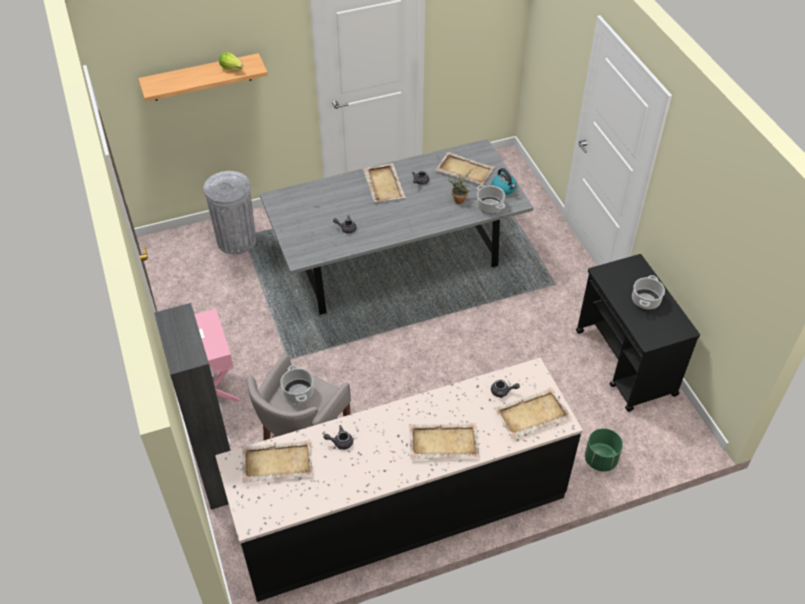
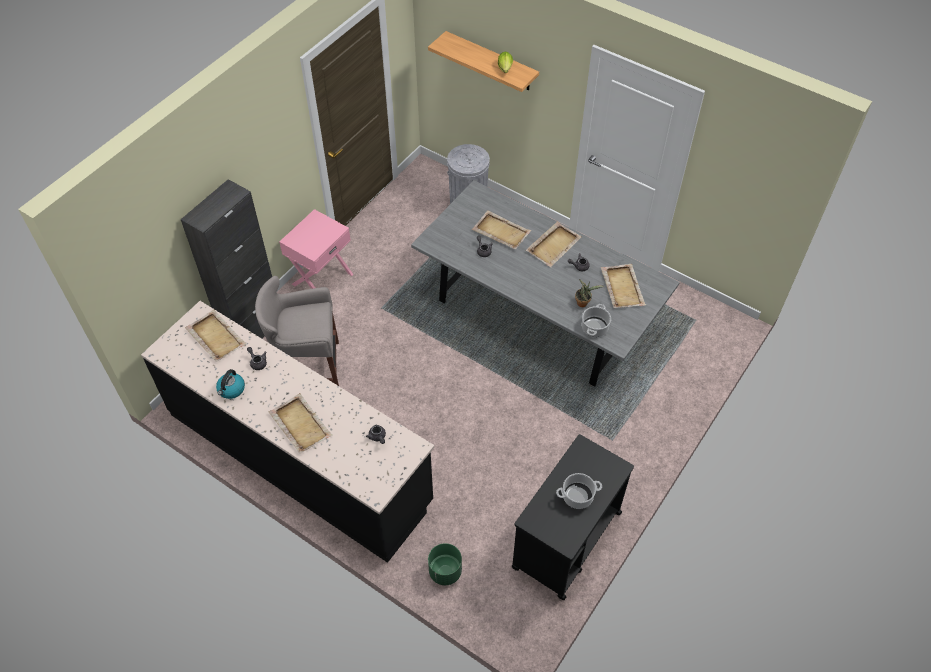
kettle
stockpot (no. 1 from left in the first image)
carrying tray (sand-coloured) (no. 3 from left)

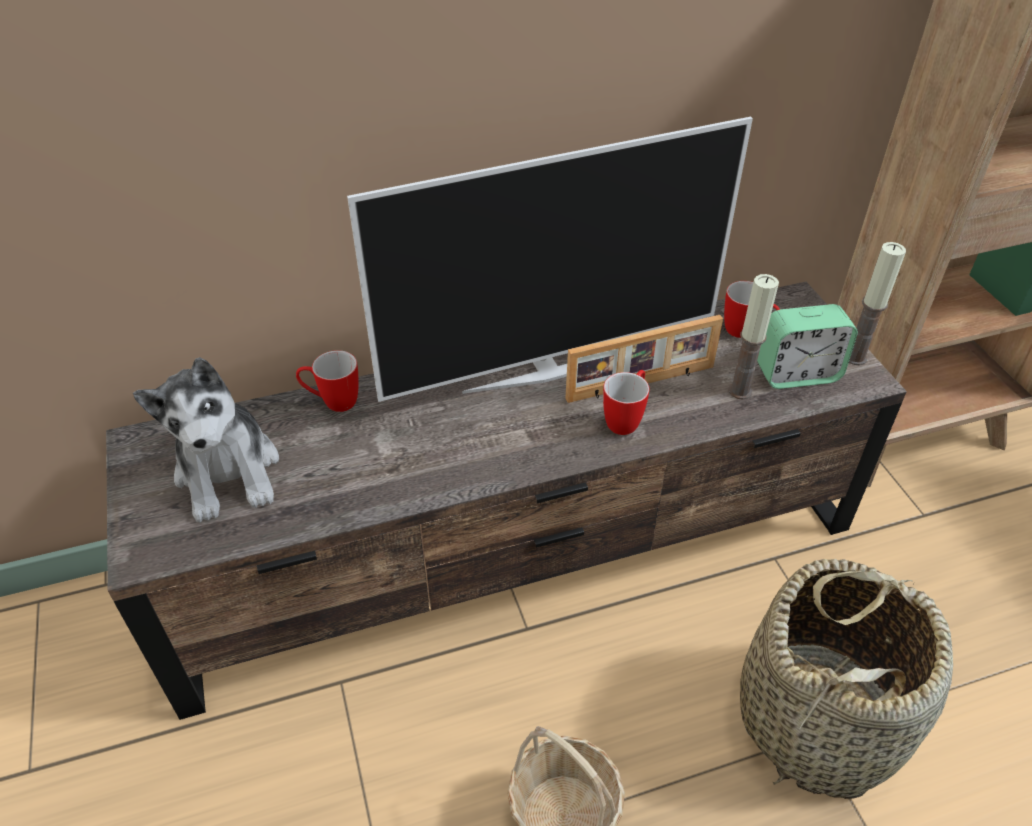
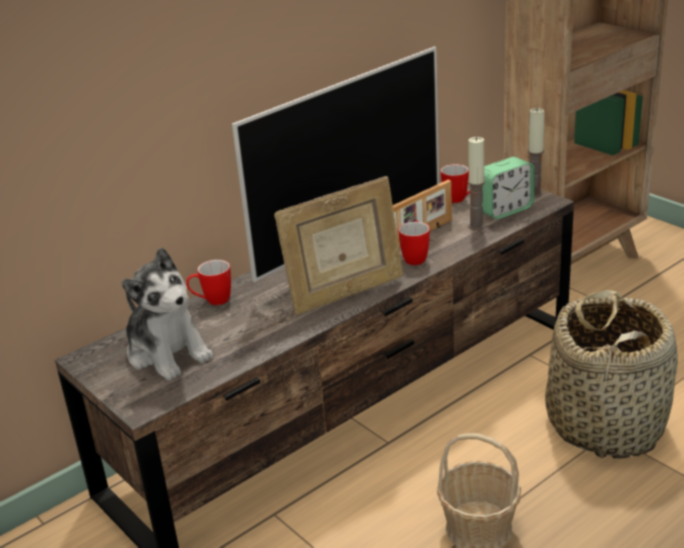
picture frame (no. 1 from left)

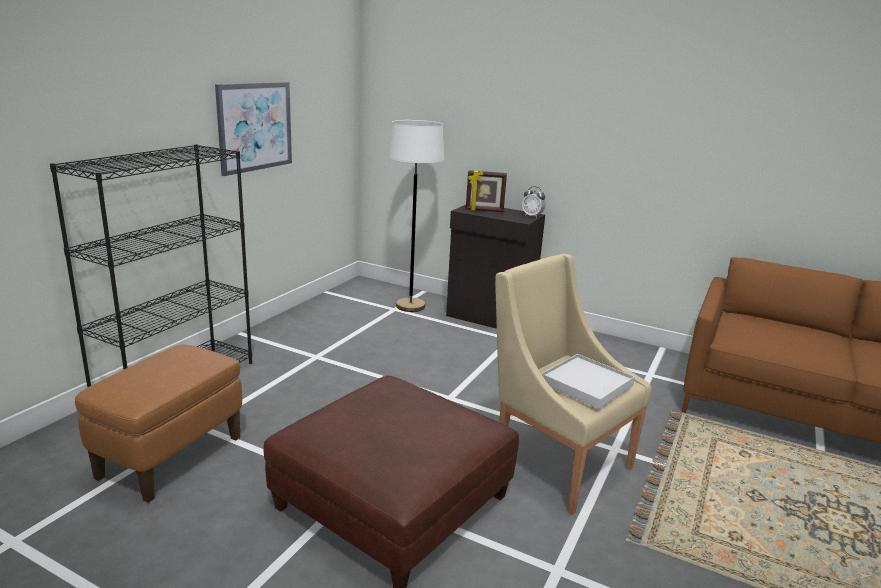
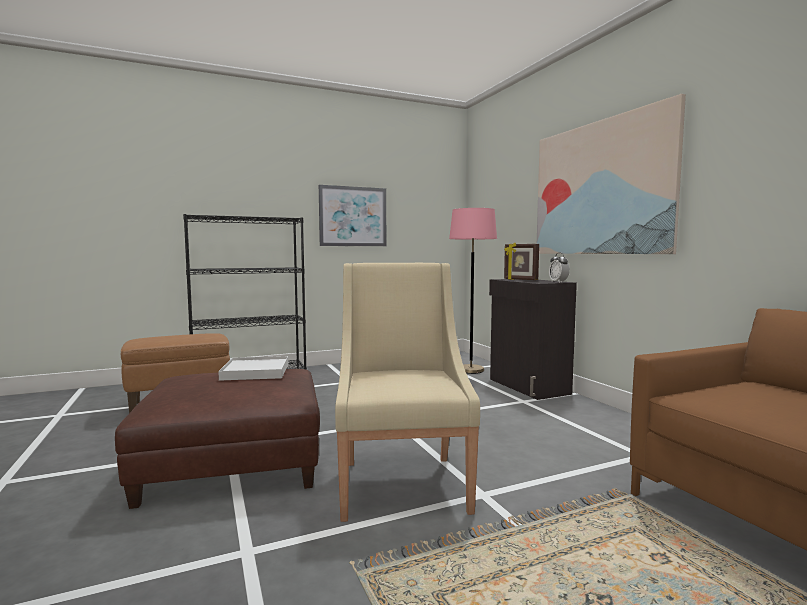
floor lamp (pinkish)
carrying tray (whitish)
picture (no. 2 from left)

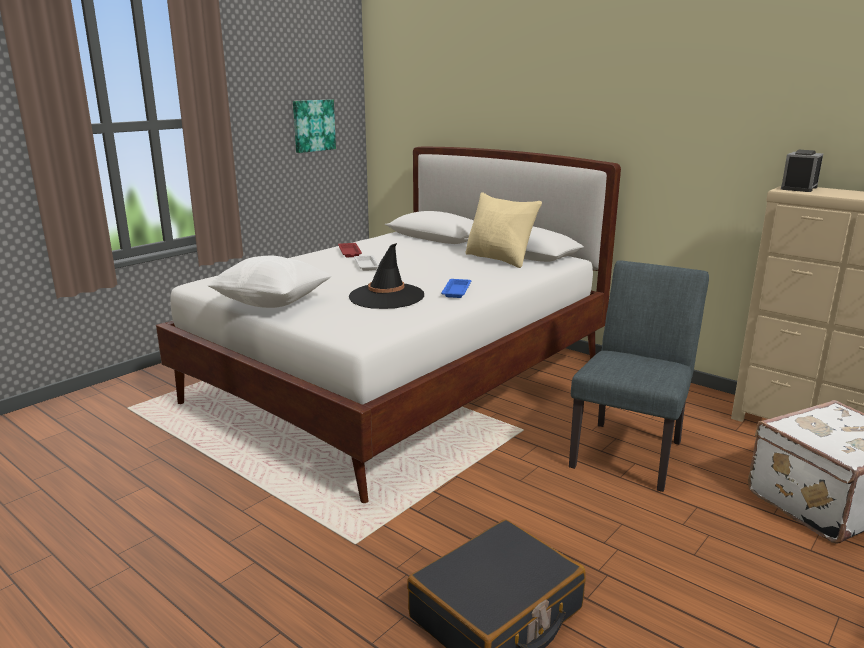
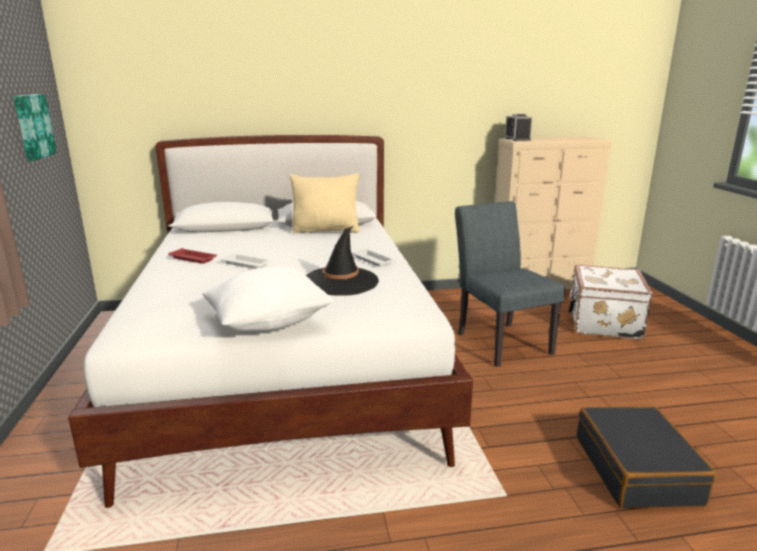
carrying tray (whitish) (no. 2 from left)

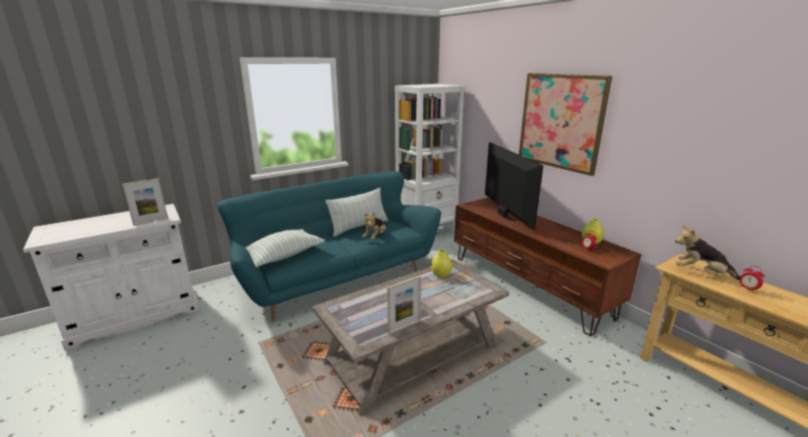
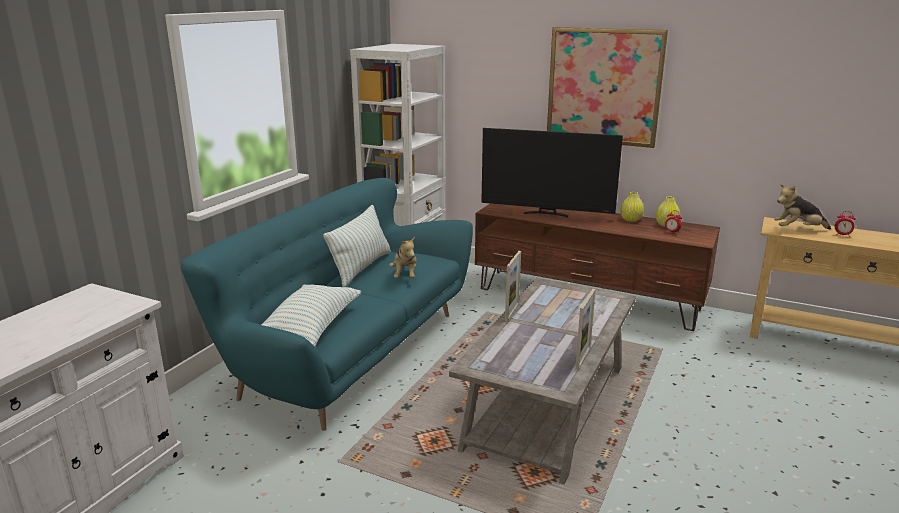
TV set
picture frame (no. 1 from left)
decorative vase (yellow) (no. 1 from left)

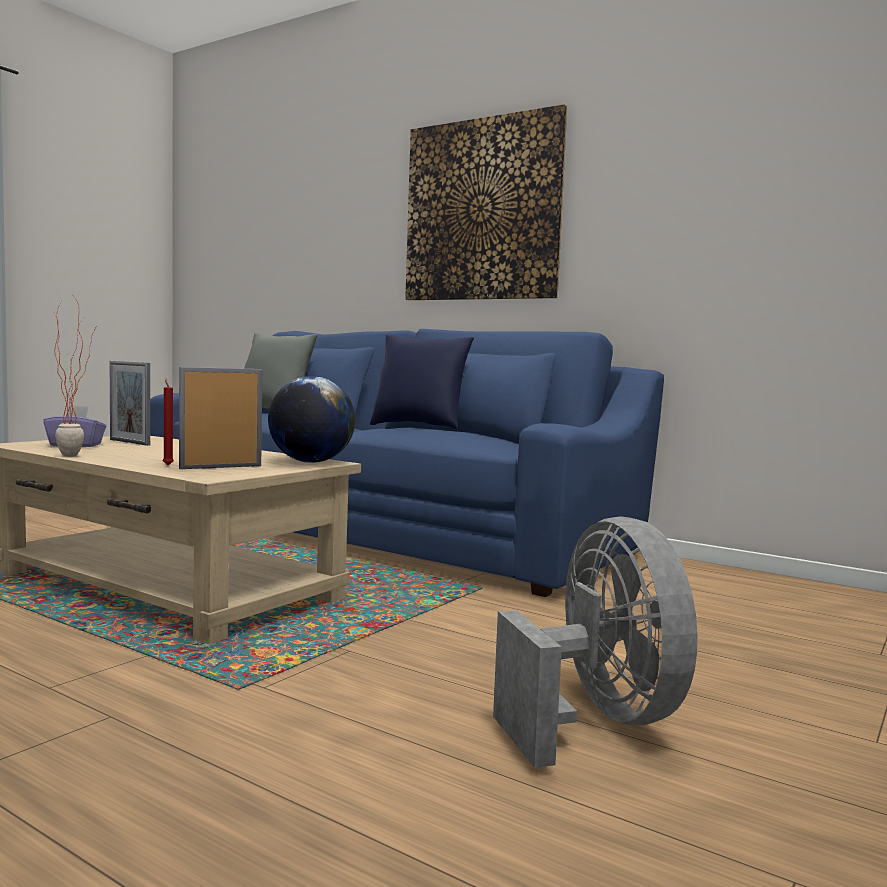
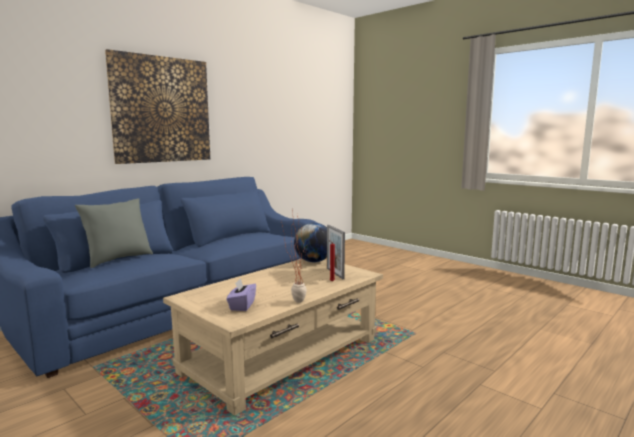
throw pillow (blue-coloured)
picture frame (no. 1 from left in the first image)
fan (gray)

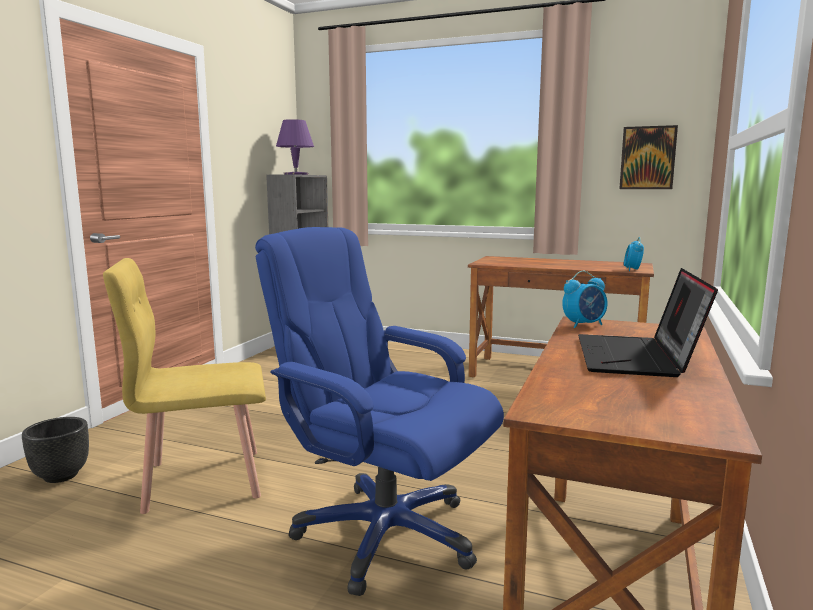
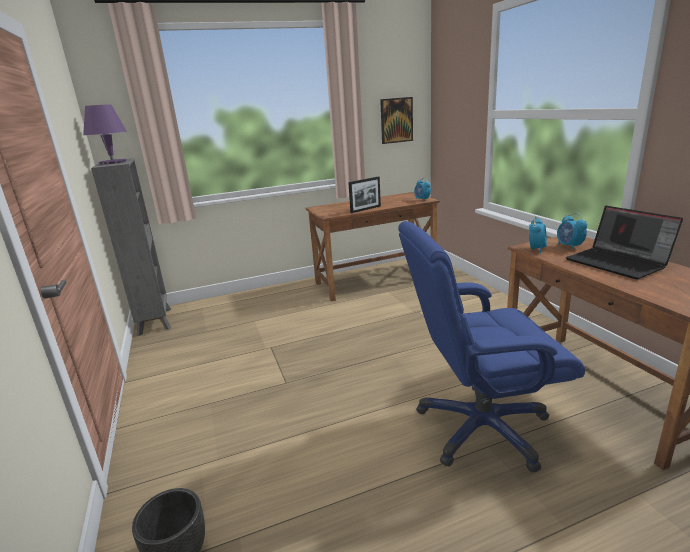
plain chair (yellow)
picture frame
alarm clock (no. 3 from left)

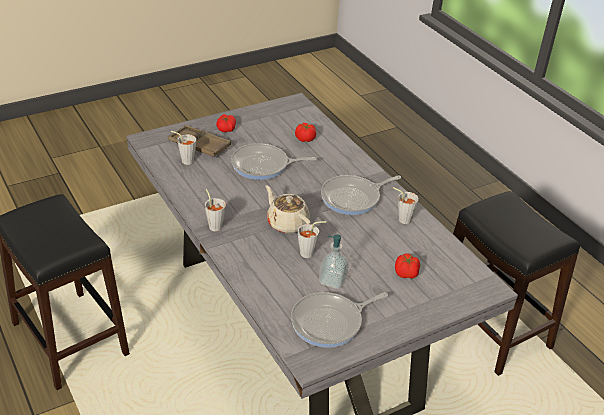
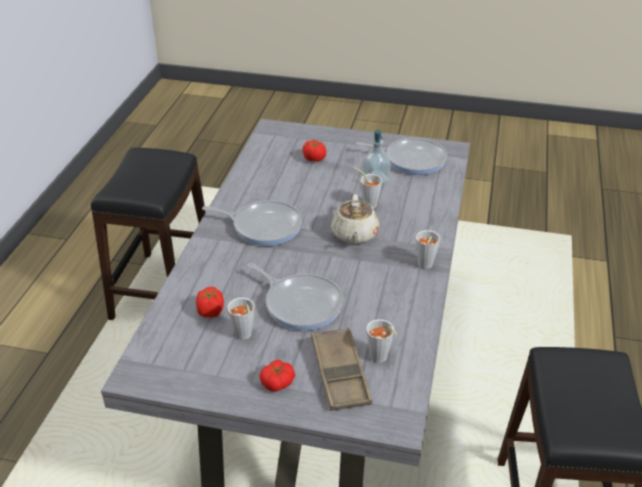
small cup (gray) (no. 1 from left)

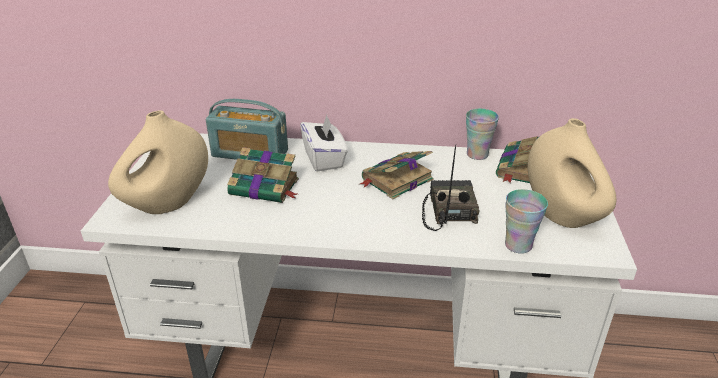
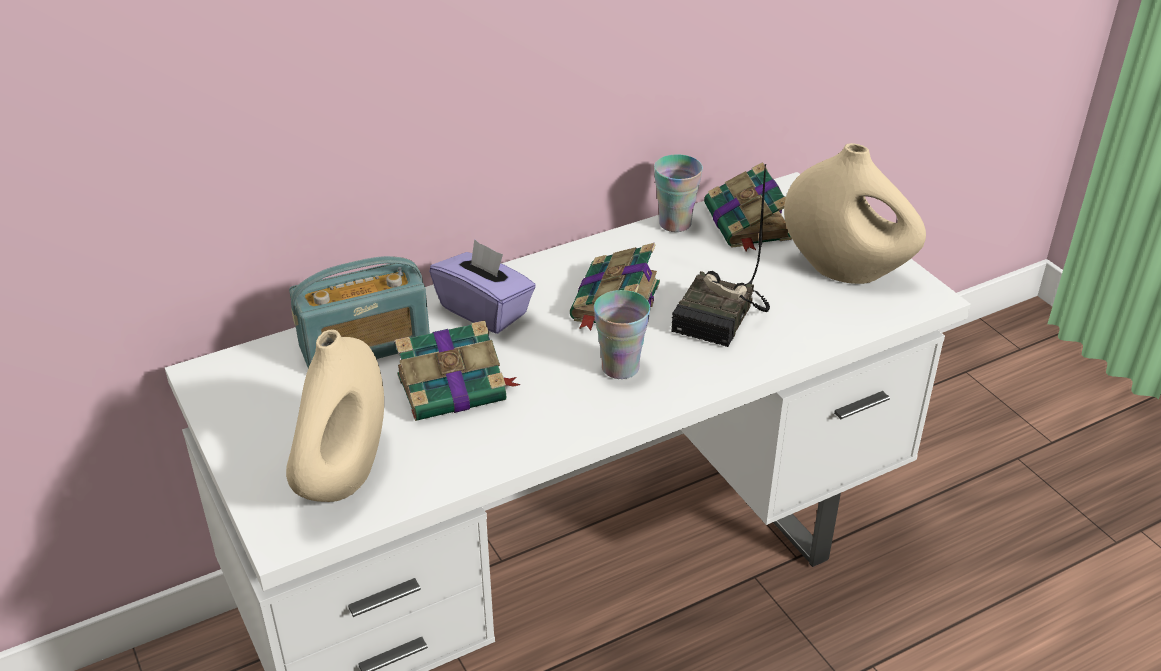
box of tissues (purple-coloured)
radio (no. 2 from left)
small cup (no. 1 from left)

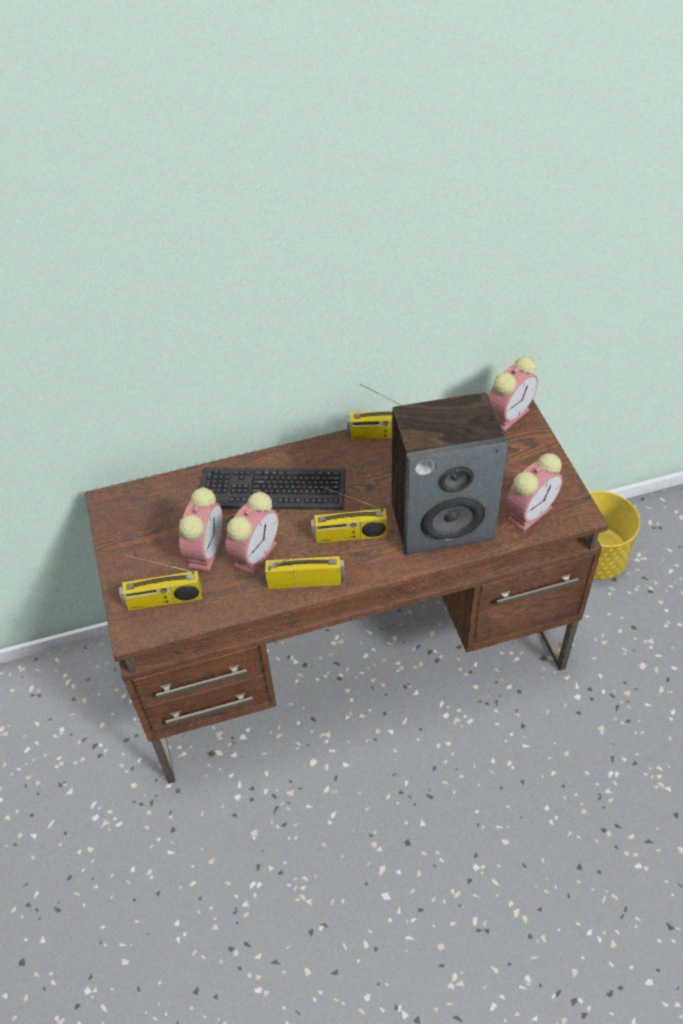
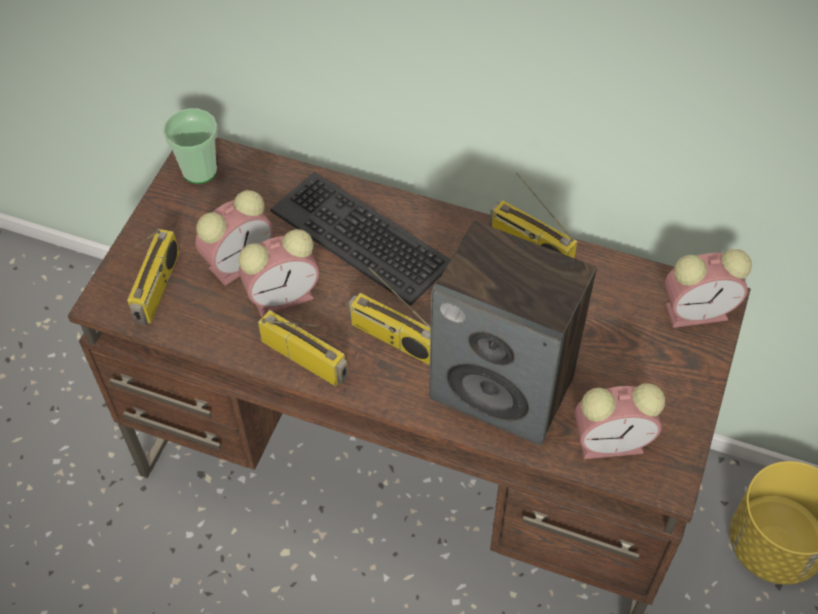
radio (no. 1 from left)
small cup

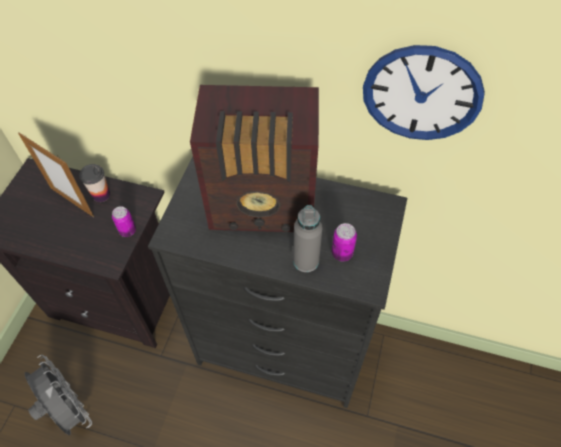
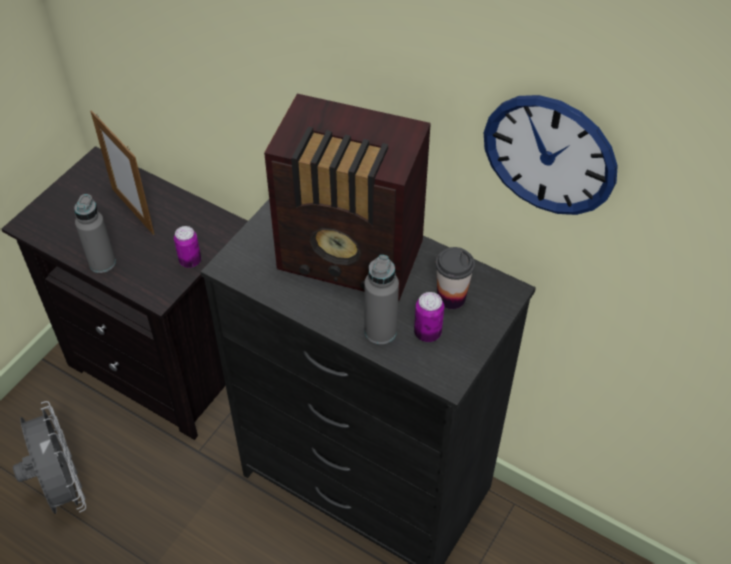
small cup
drink bottle (gray) (no. 1 from left)

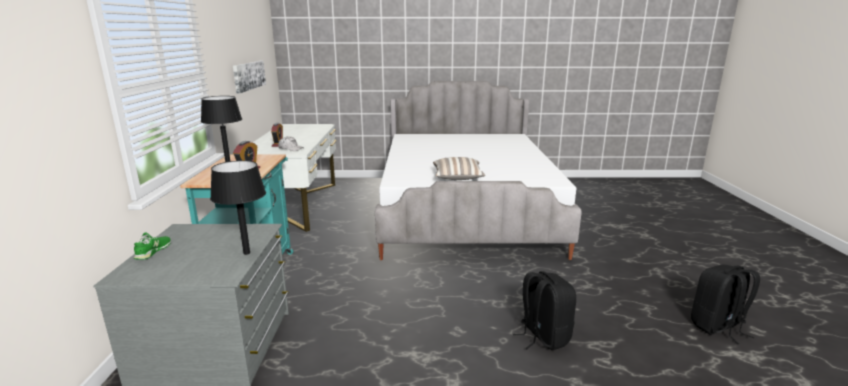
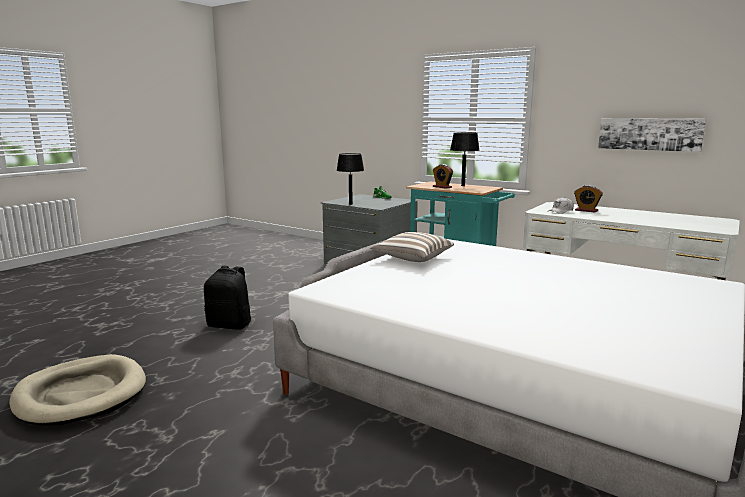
pet bed (sand-coloured)

